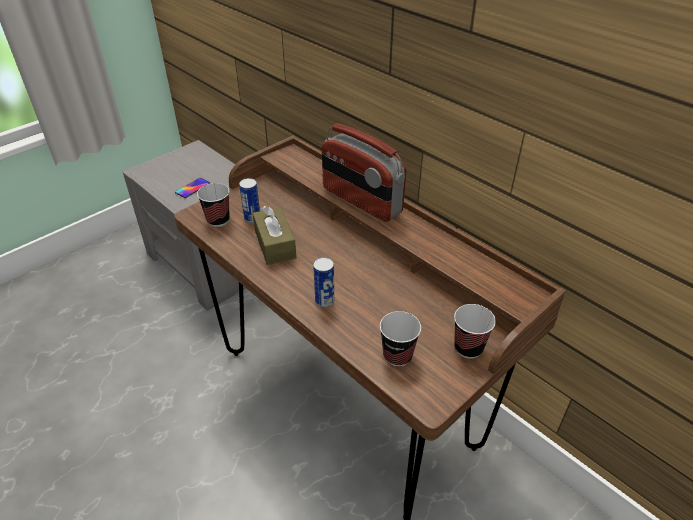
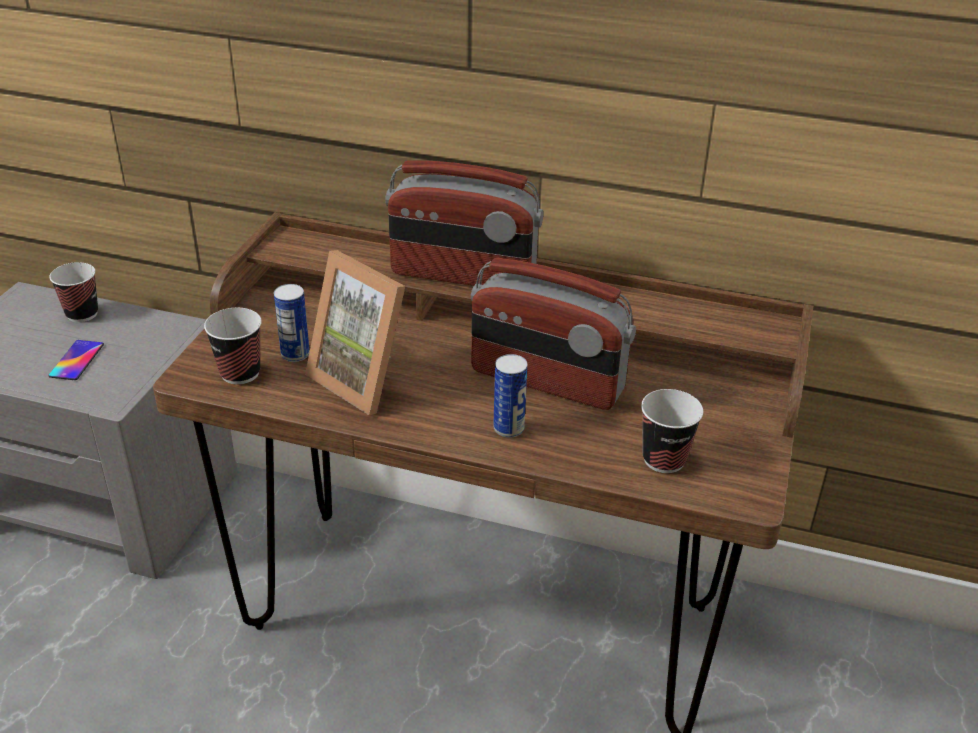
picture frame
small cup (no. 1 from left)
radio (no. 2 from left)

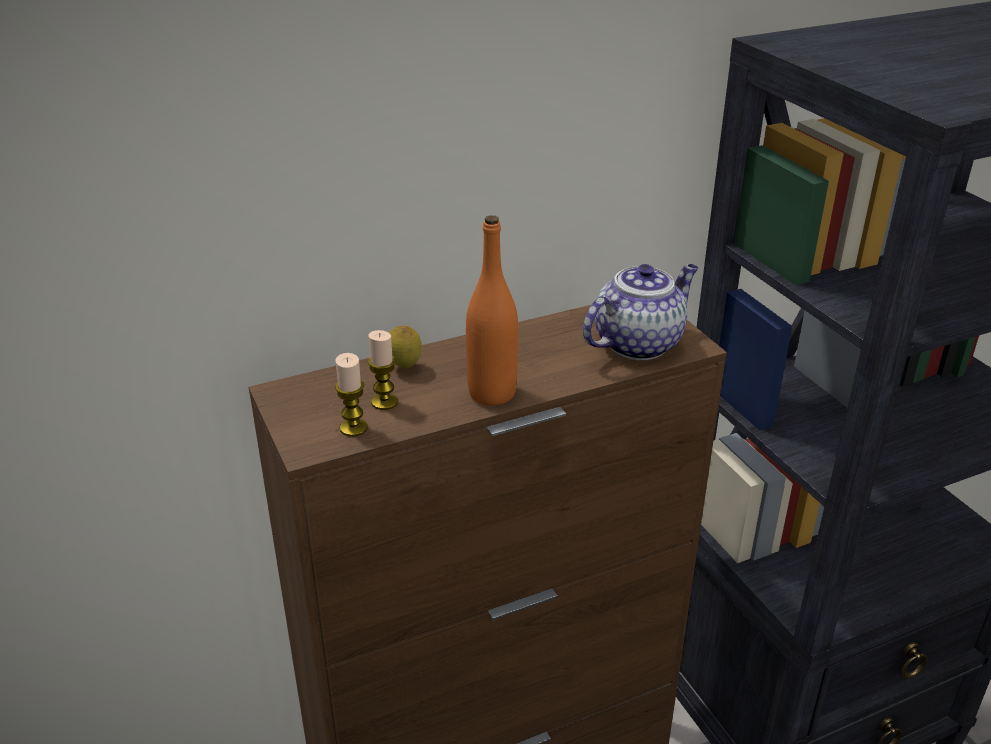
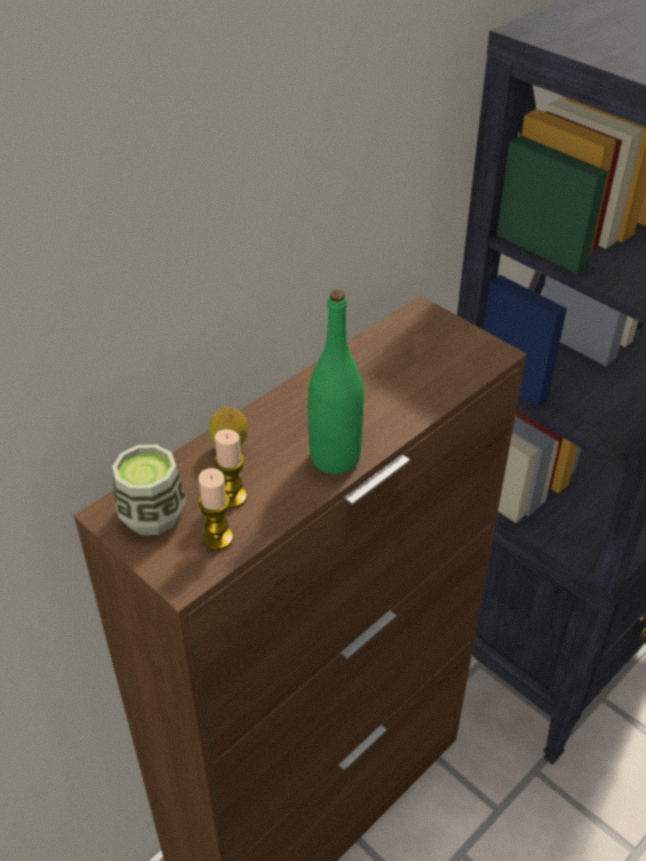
drink bottle (green)
tea pot
small cup

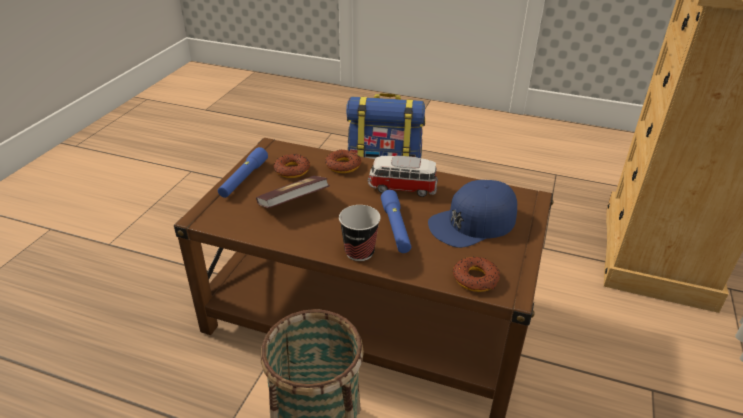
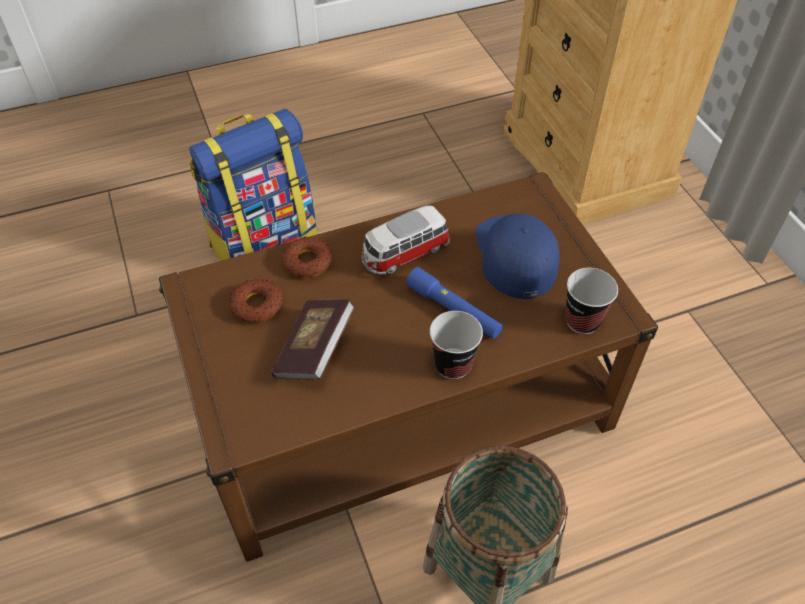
flashlight (blue-coloured) (no. 1 from left in the first image)
cap (blue-coloured)
small cup (no. 2 from left)

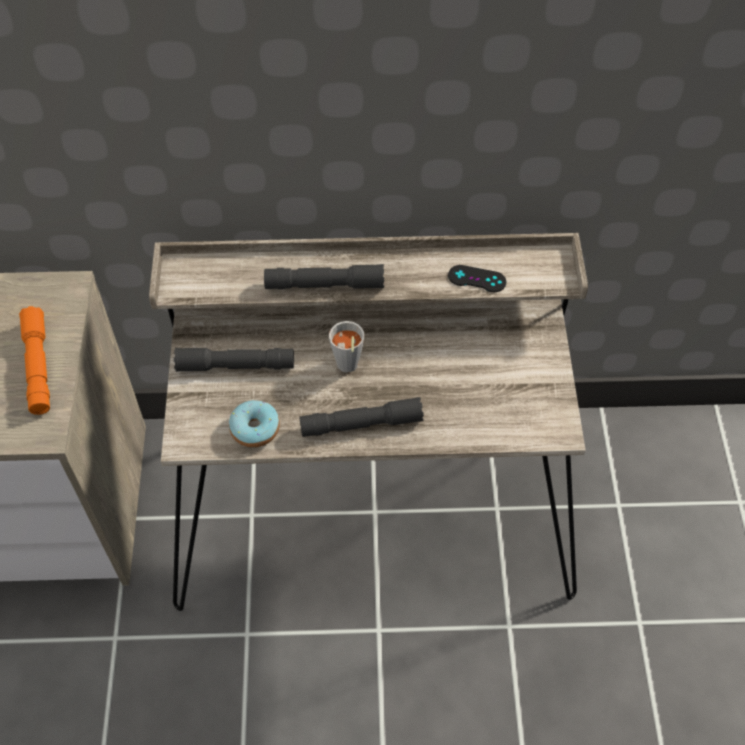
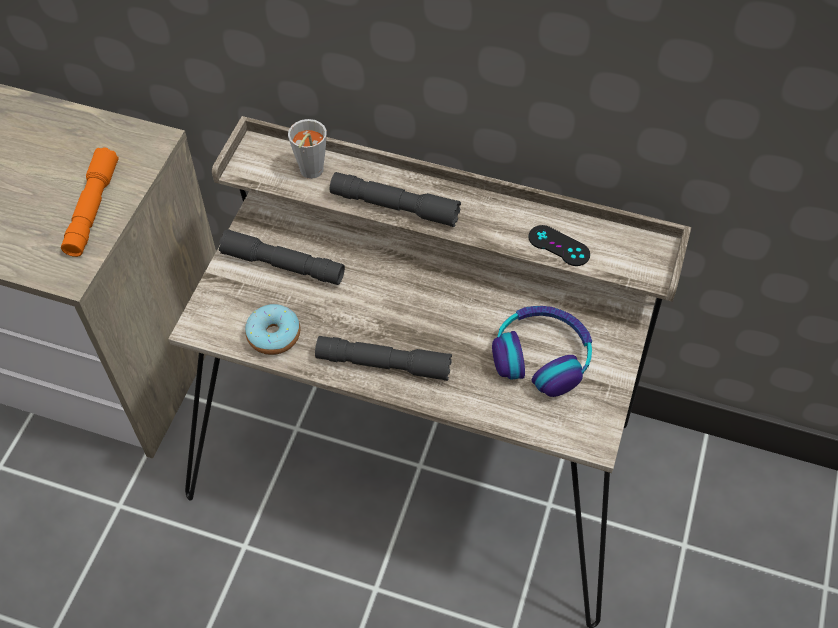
small cup (gray)
pair of headphones

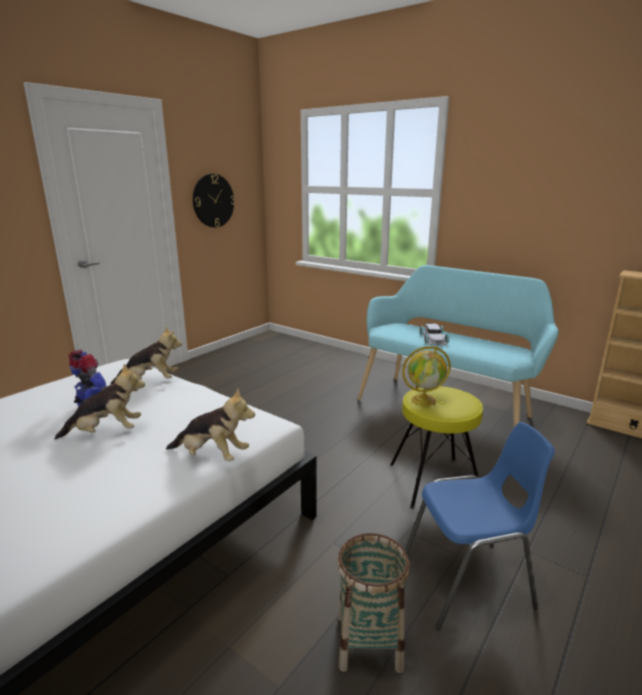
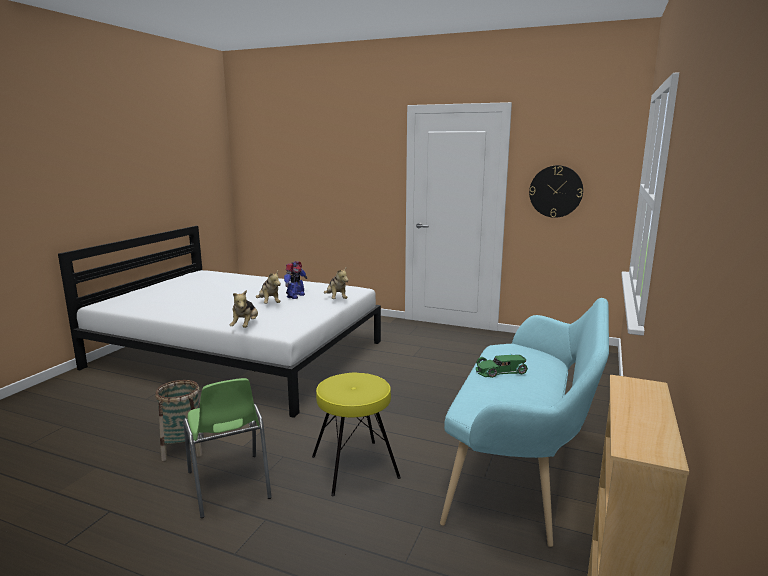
toy car (green)
world globe
plain chair (green)

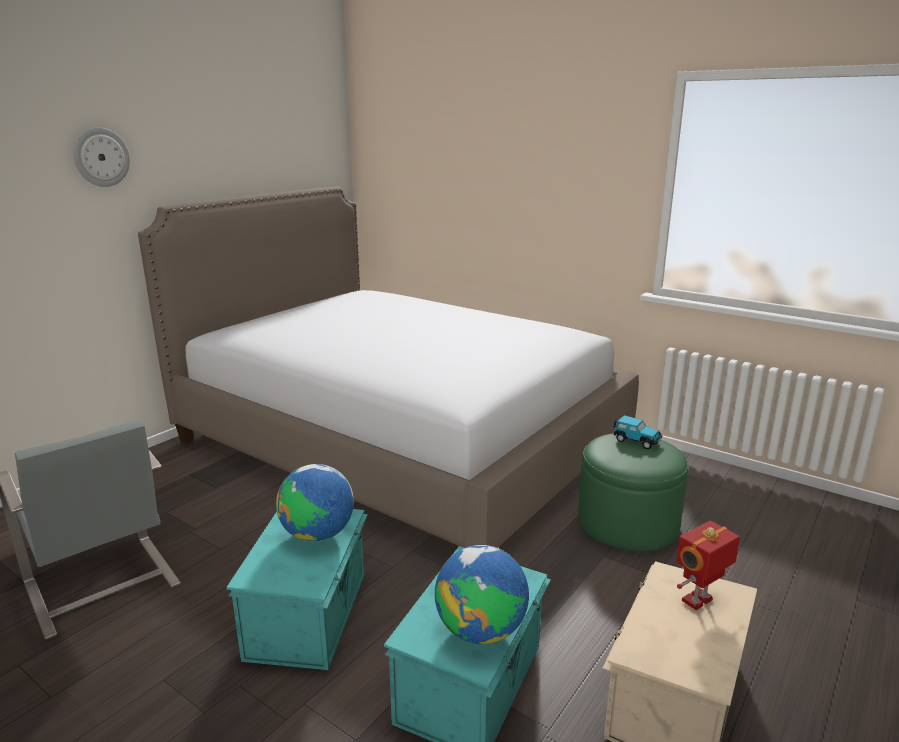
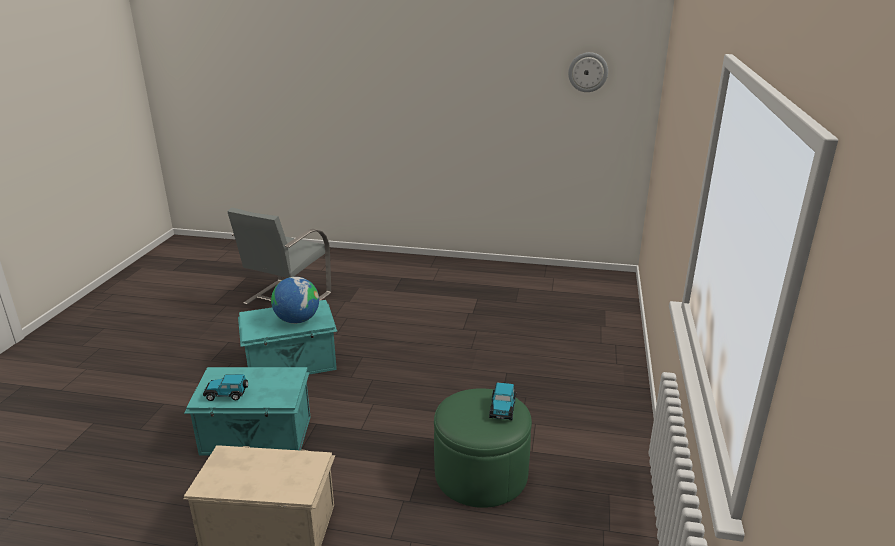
hanging clock
bed
robot figure
toy car (no. 1 from left)

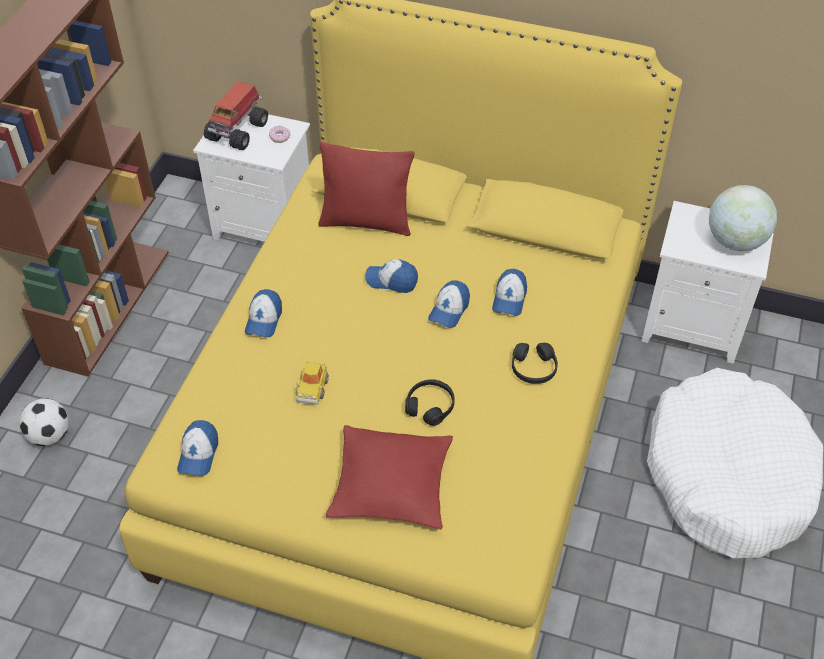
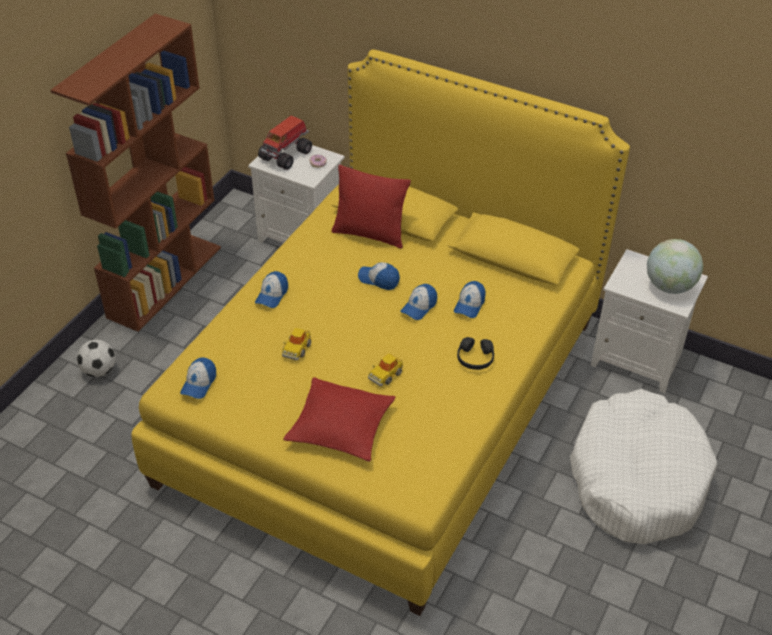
toy car (no. 2 from left)

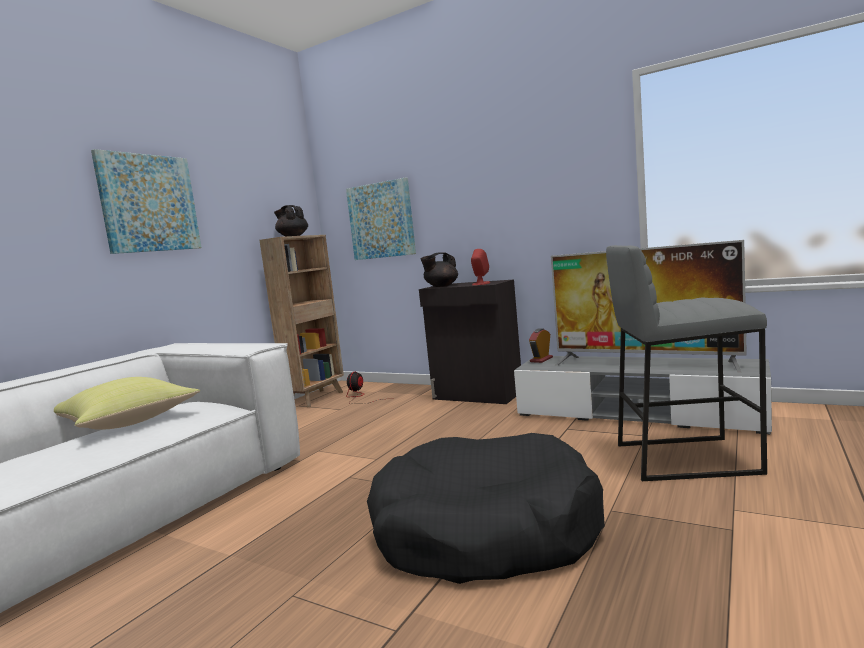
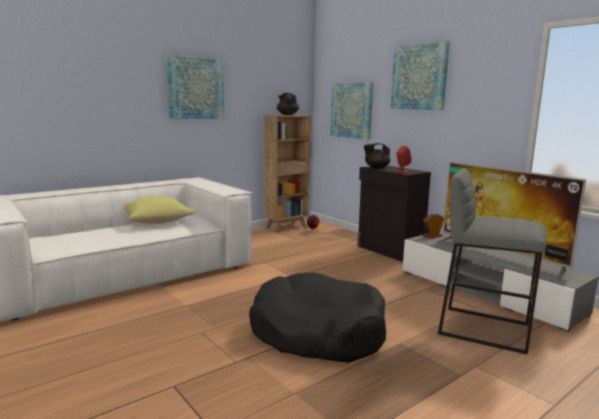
picture (no. 3 from left)

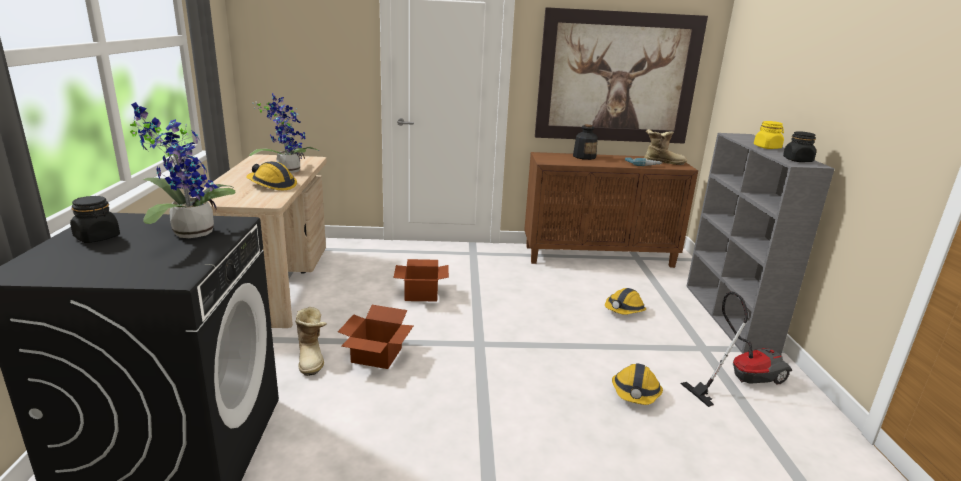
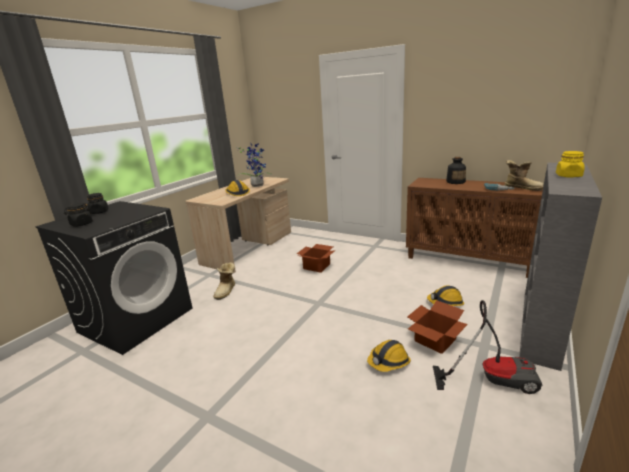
picture
houseplant (no. 1 from left in the first image)
jar (black) (no. 1 from left)
carton (no. 2 from left)

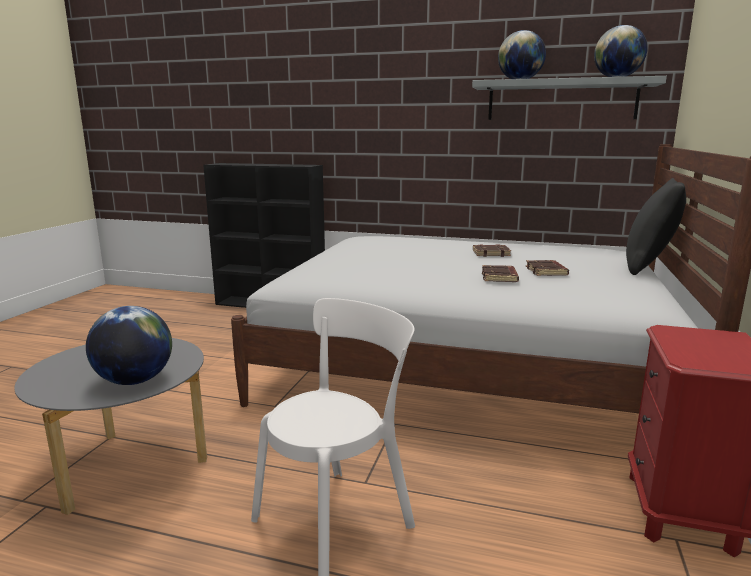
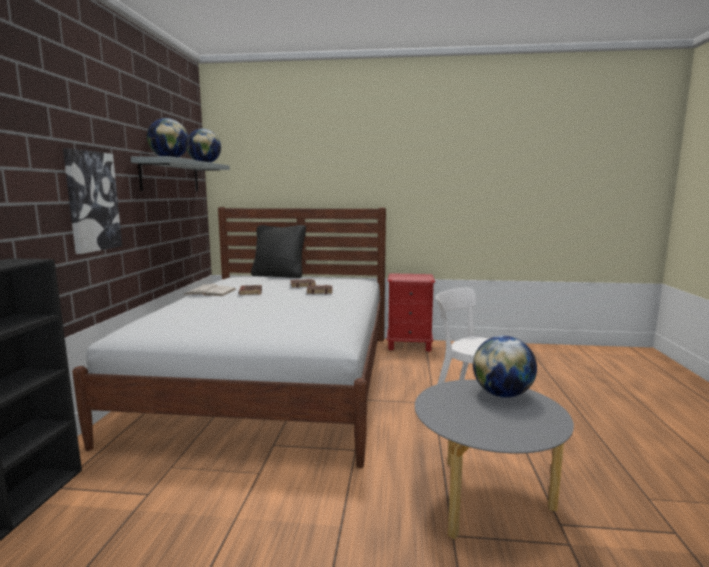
picture
volume (whitish)

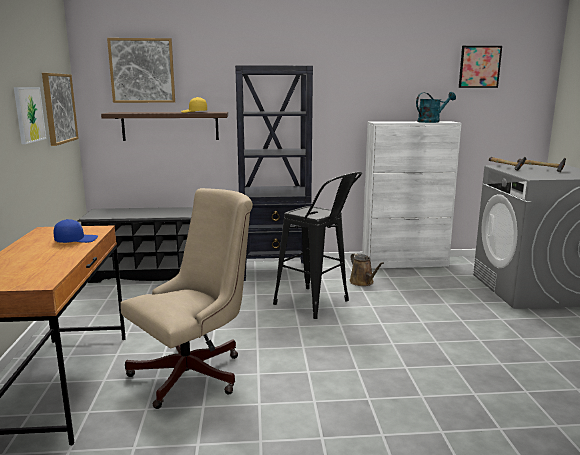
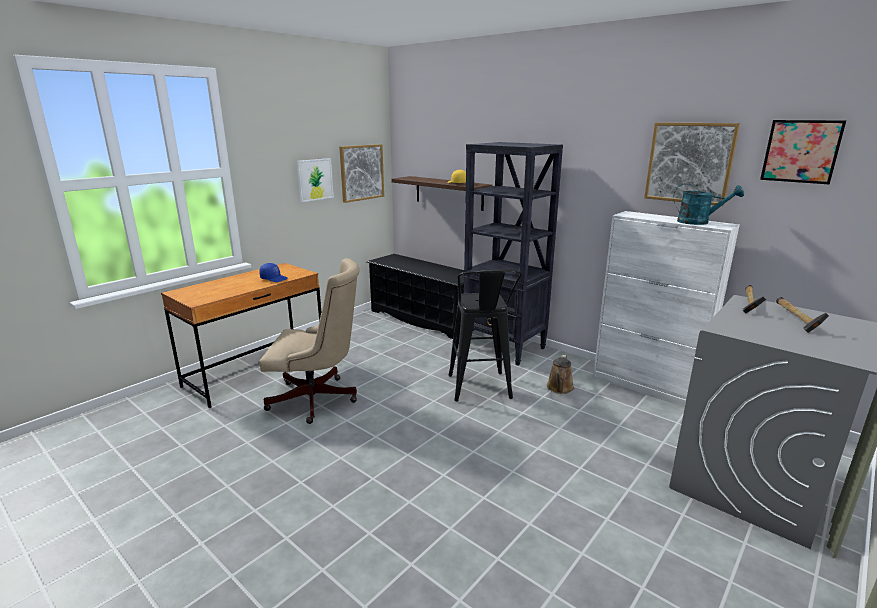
picture (no. 3 from left)

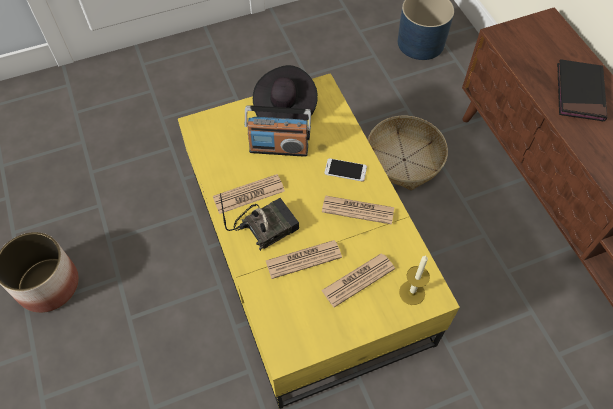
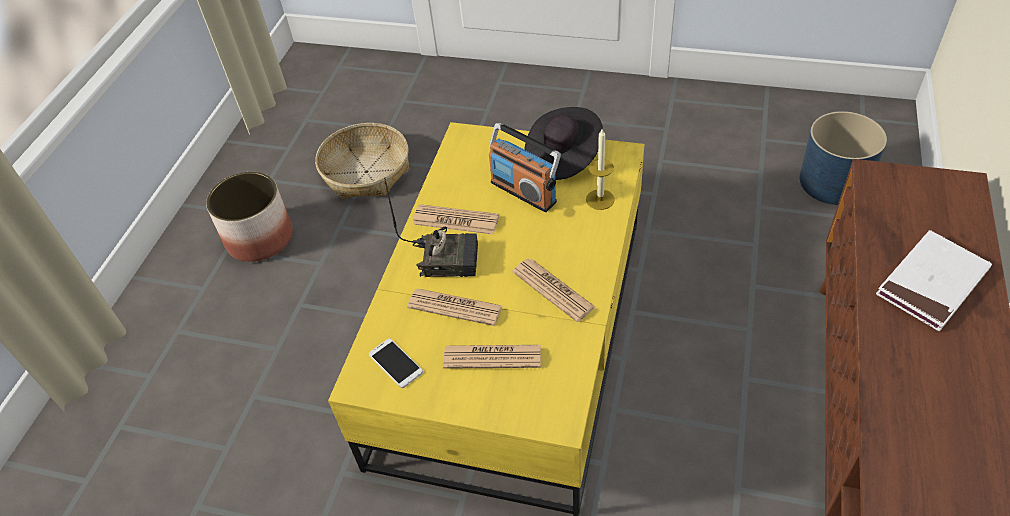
volume (whitish)
household basket
phone
candle

